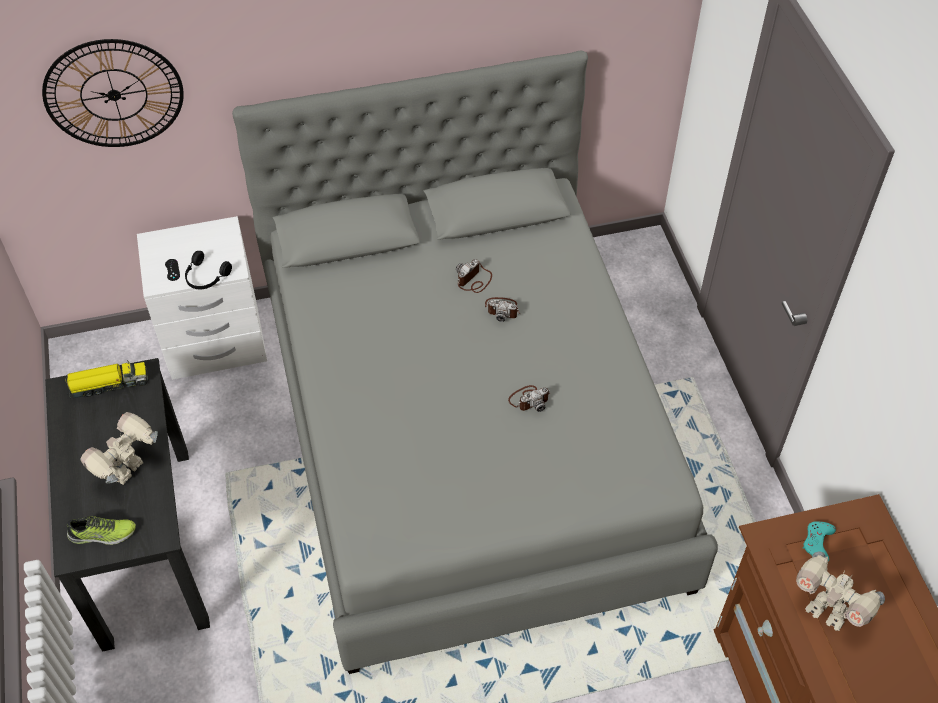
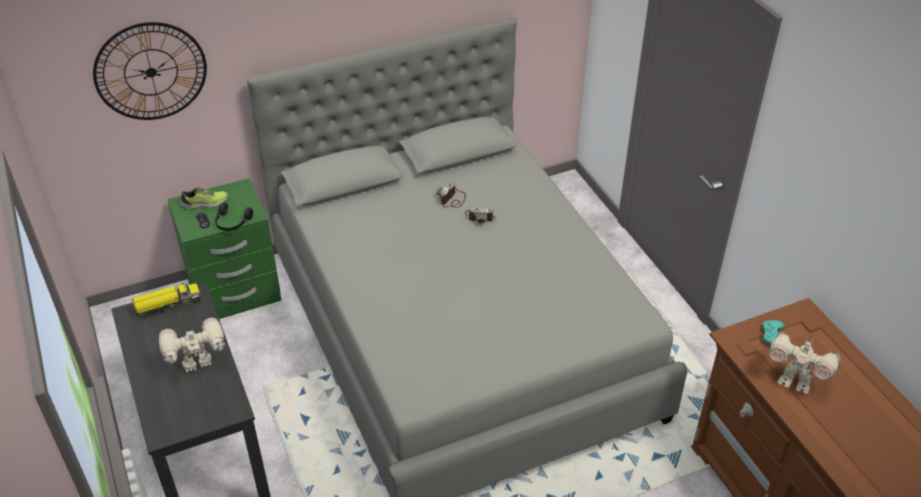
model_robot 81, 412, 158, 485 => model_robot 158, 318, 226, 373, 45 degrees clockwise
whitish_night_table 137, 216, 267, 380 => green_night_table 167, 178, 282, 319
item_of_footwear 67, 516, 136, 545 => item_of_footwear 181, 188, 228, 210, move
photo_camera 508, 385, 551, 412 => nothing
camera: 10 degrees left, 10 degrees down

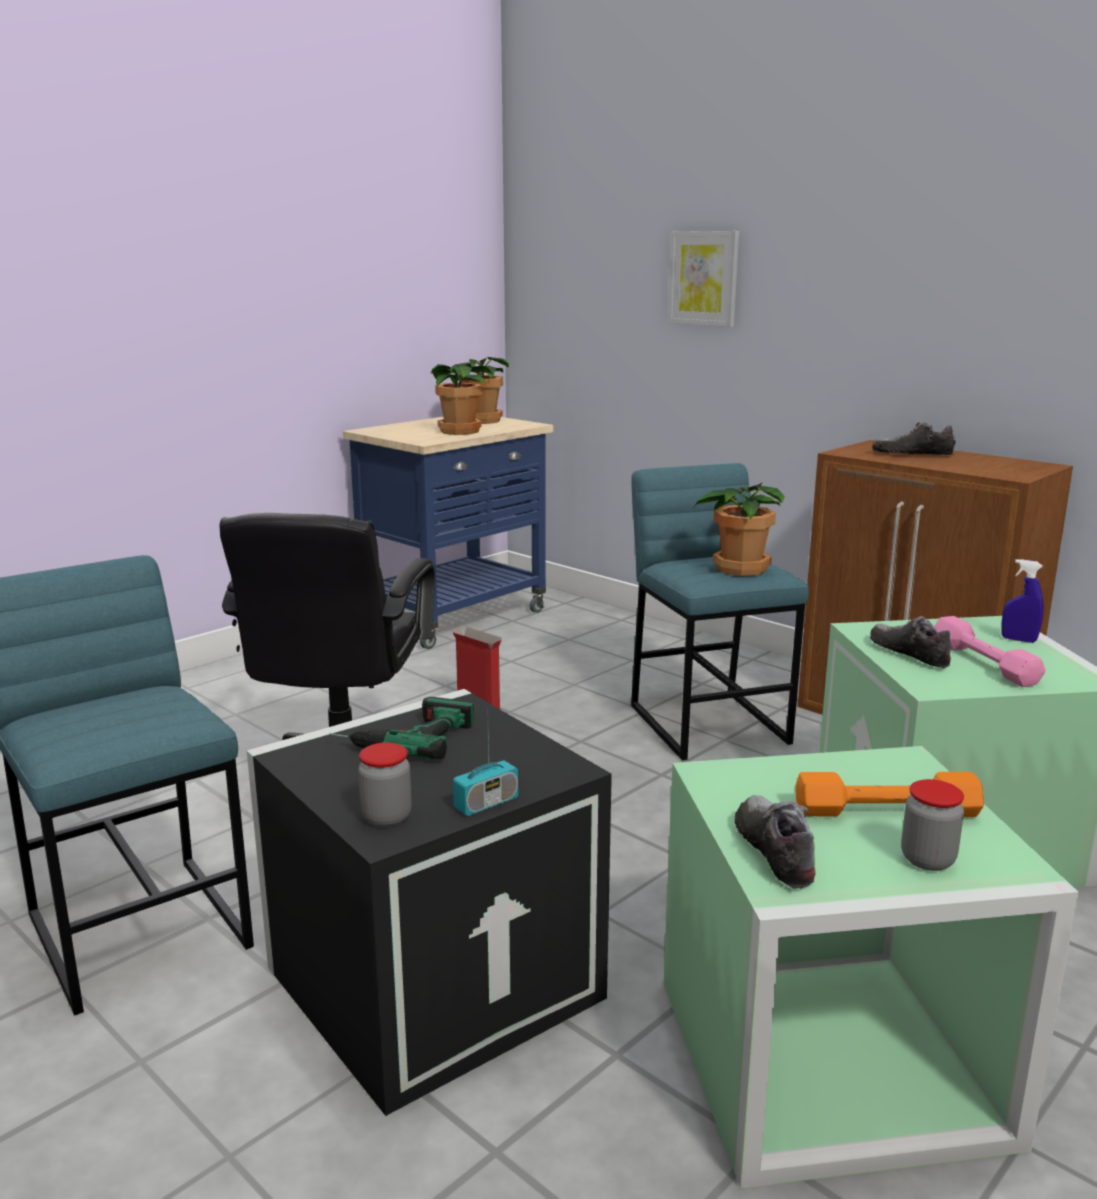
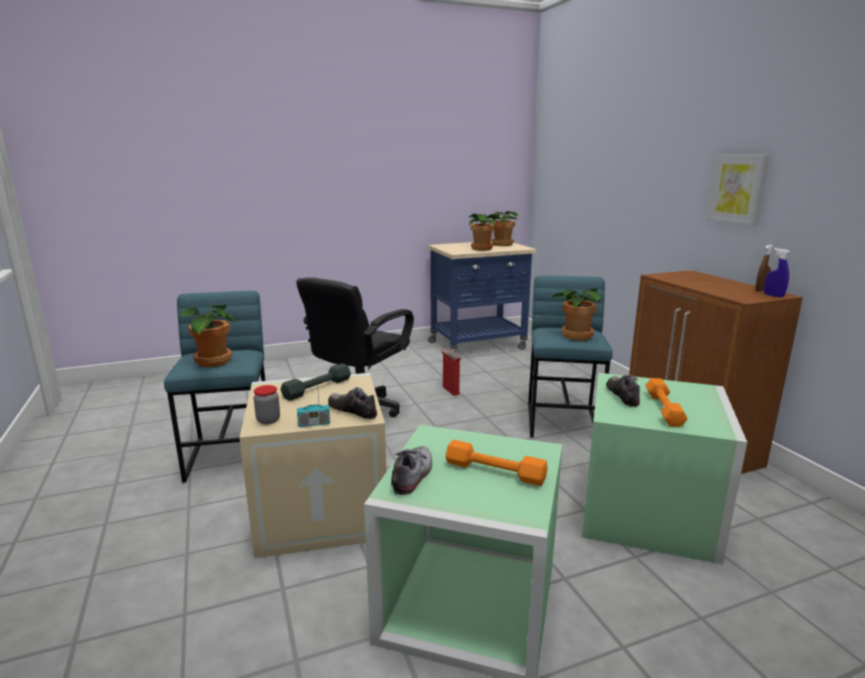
nothing => potted_plant 180, 304, 234, 367
black-coloured_storage_container 247, 689, 612, 1116 => sand-coloured_storage_container 239, 373, 386, 558
electric_drill 329, 697, 474, 759 => gray_hand_weight 280, 363, 351, 401
item_of_footwear 872, 421, 956, 455 => item_of_footwear 328, 387, 377, 419, move
pink_hand_weight 934, 616, 1046, 687 => orangey_hand_weight 645, 378, 688, 427
wall_art 668, 231, 739, 327 => wall_art 706, 154, 770, 226, move
nothing => brownish_spray_bottle 755, 244, 774, 292
bluish_spray_bottle 1001, 559, 1044, 643 => bluish_spray_bottle 764, 248, 790, 298, move
jar 901, 779, 964, 871 => nothing
camera: 25 degrees right, 0 degrees up

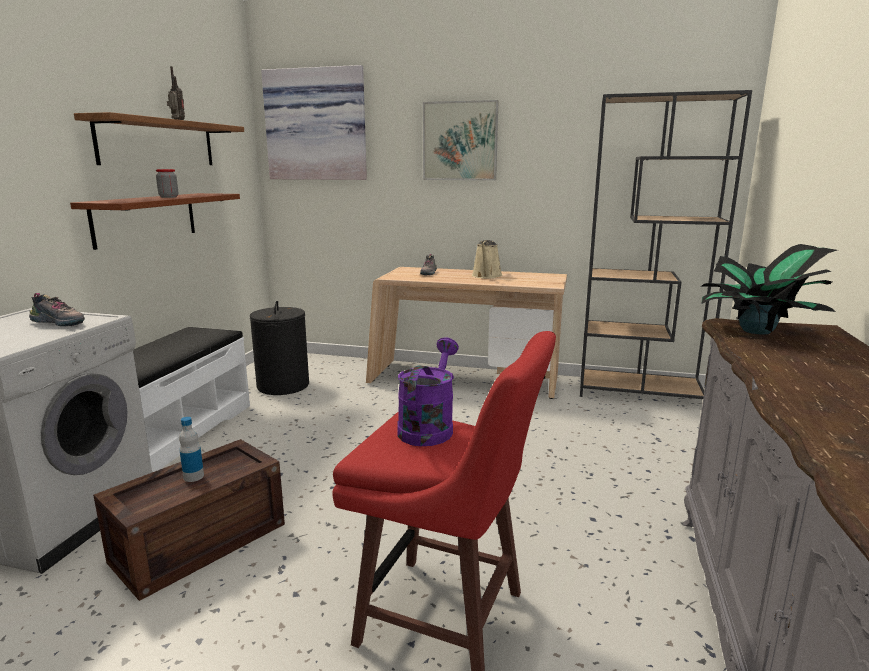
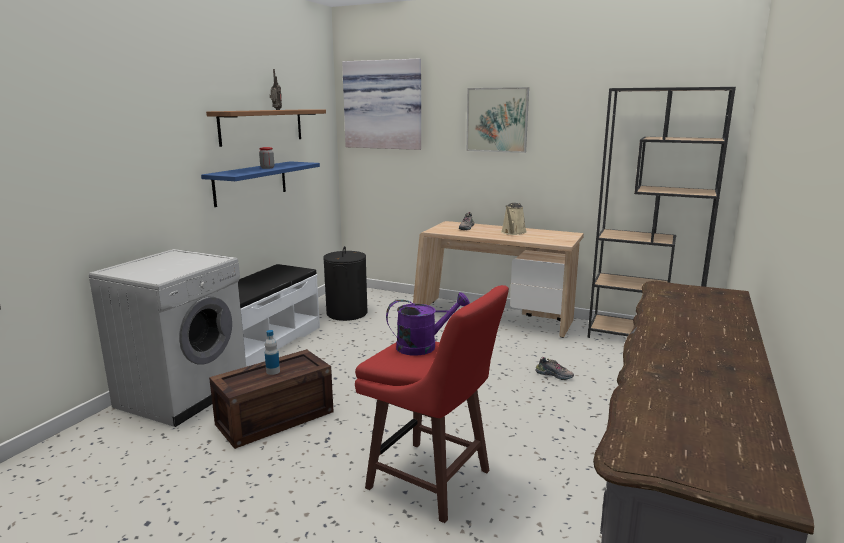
brownish_bracket_shelf 70, 193, 240, 250 => bluish_bracket_shelf 201, 161, 320, 207
purplish_sprinkling_can 397, 337, 459, 446 => purplish_sprinkling_can 386, 292, 470, 356, 45 degrees clockwise
item_of_footwear 29, 293, 85, 326 => item_of_footwear 535, 357, 574, 380, move
potted_plant 701, 244, 837, 335 => nothing
camera: 10 degrees right, 0 degrees up

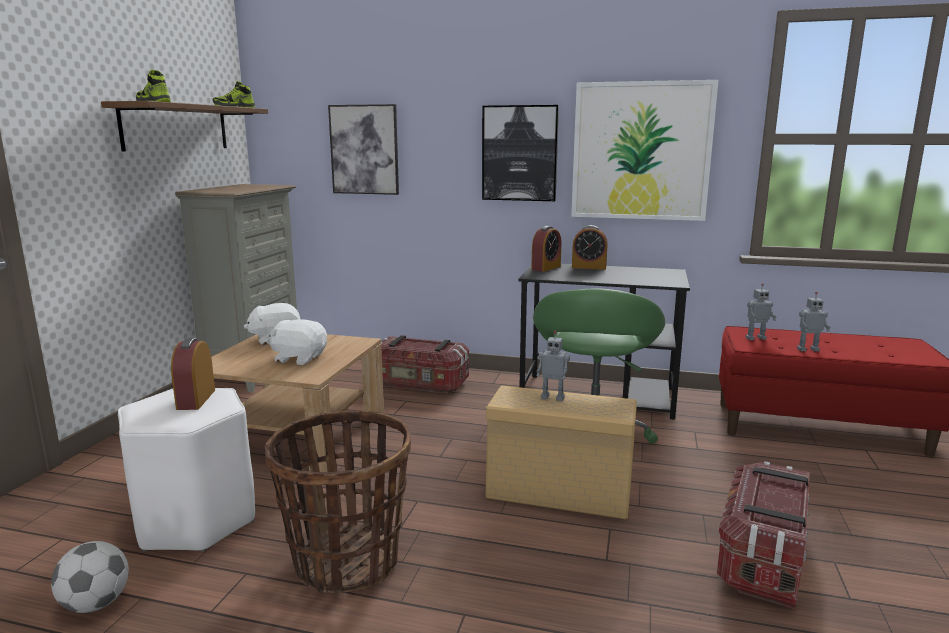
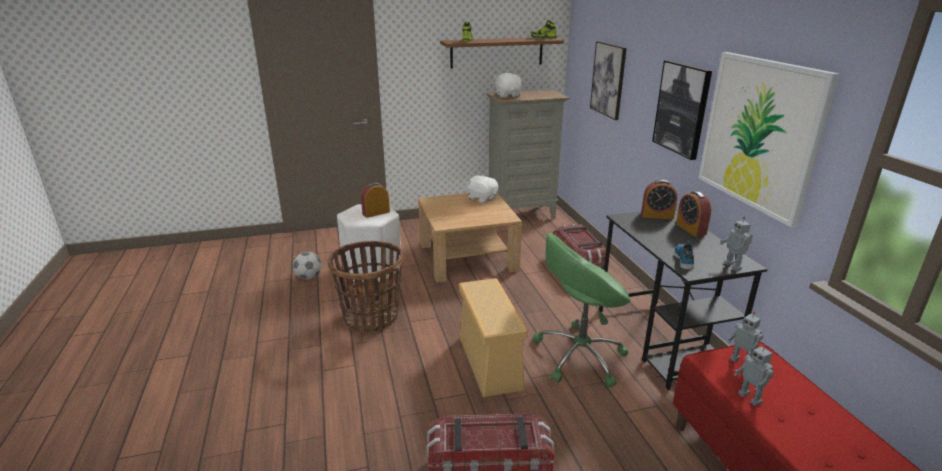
whitish_plush_toy 269, 319, 327, 365 => whitish_plush_toy 494, 73, 522, 98, move
nothing => item_of_footwear 674, 241, 694, 270
model_robot 537, 331, 570, 401 => model_robot 720, 217, 753, 271, move
camera: 60 degrees right, 10 degrees up

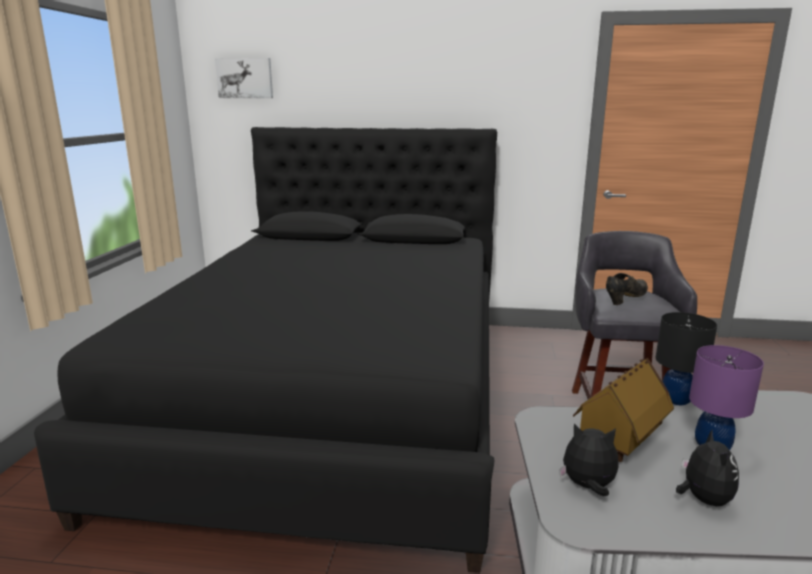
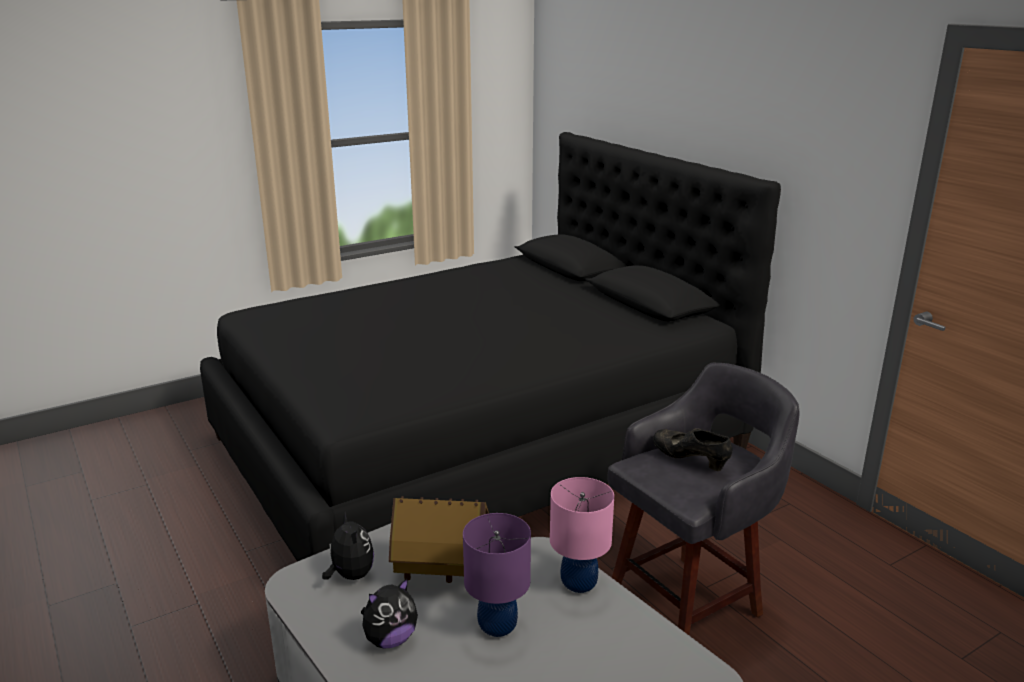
black-coloured_table_lamp 656, 312, 717, 405 => pink_table_lamp 550, 477, 614, 593
black-coloured_item_of_footwear 606, 273, 648, 305 => black-coloured_item_of_footwear 653, 428, 732, 471, 150 degrees counterclockwise
wall_art 215, 58, 273, 98 => nothing
camera: 50 degrees right, 5 degrees up

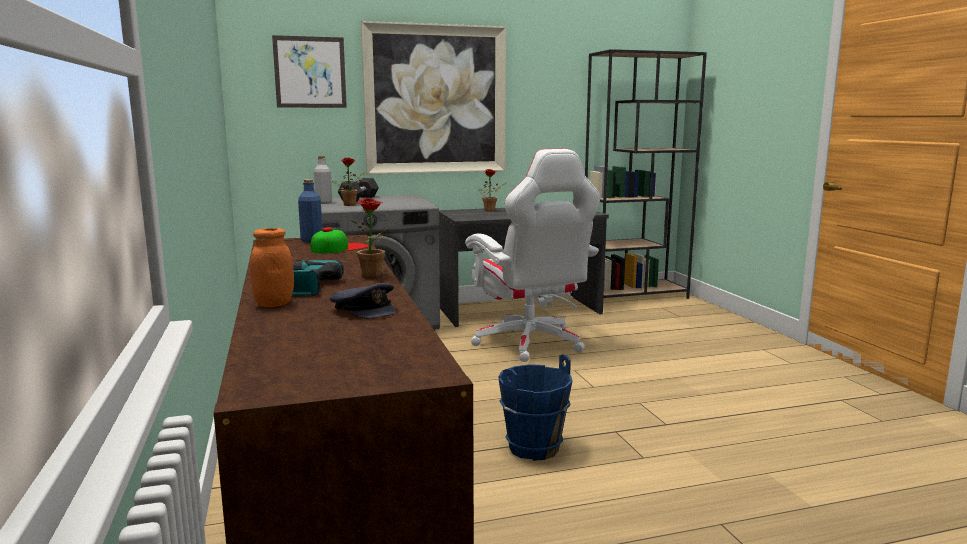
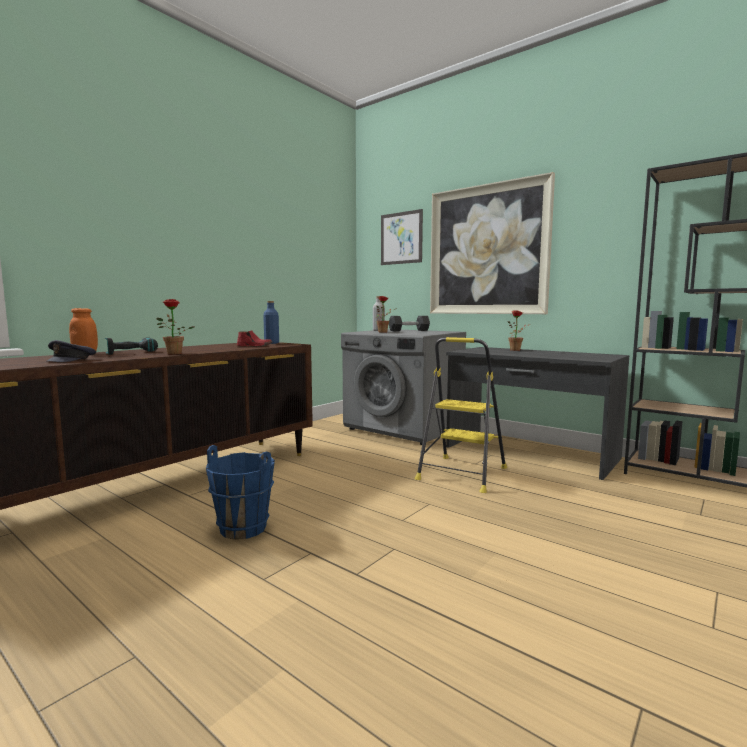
peaked_cap 311, 227, 368, 253 => red_item_of_footwear 237, 330, 272, 347
whitish_office_chair 465, 148, 600, 362 => yellow_step_stool 415, 337, 507, 493
camera: 55 degrees right, 5 degrees down

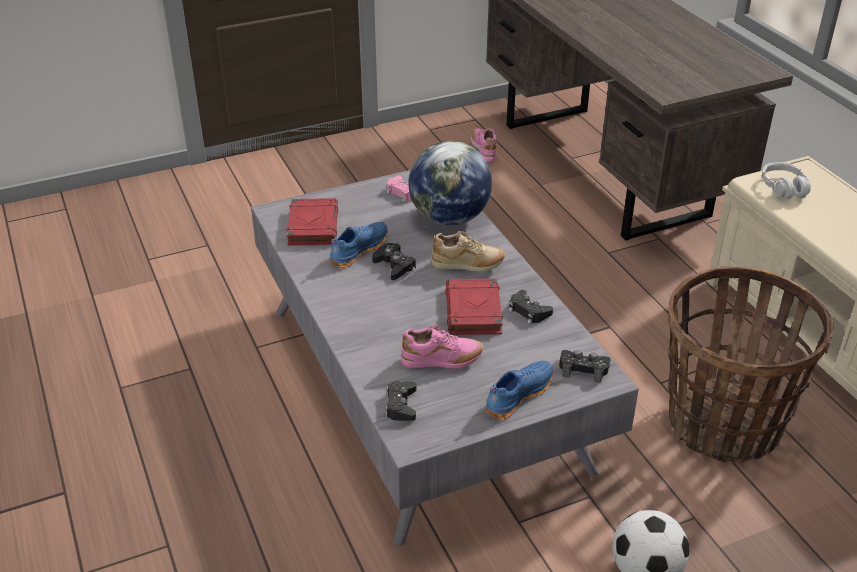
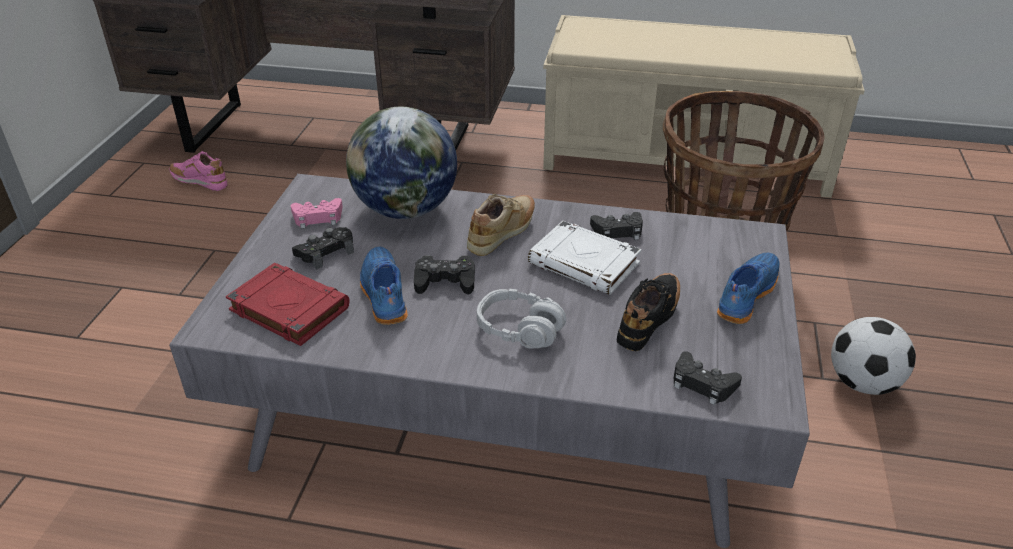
black-coloured_gamepad 559, 350, 611, 383 => black-coloured_gamepad 292, 227, 354, 270, move
gray_headphones 762, 162, 811, 200 => gray_headphones 477, 289, 566, 348, move
red_book 445, 279, 503, 335 => whitish_book 528, 221, 642, 295
pink_item_of_footwear 401, 325, 484, 368 => black-coloured_item_of_footwear 617, 273, 680, 351
bluish_item_of_footwear 485, 361, 553, 419 => bluish_item_of_footwear 717, 252, 780, 324, 45 degrees clockwise
camera: 55 degrees left, 0 degrees up

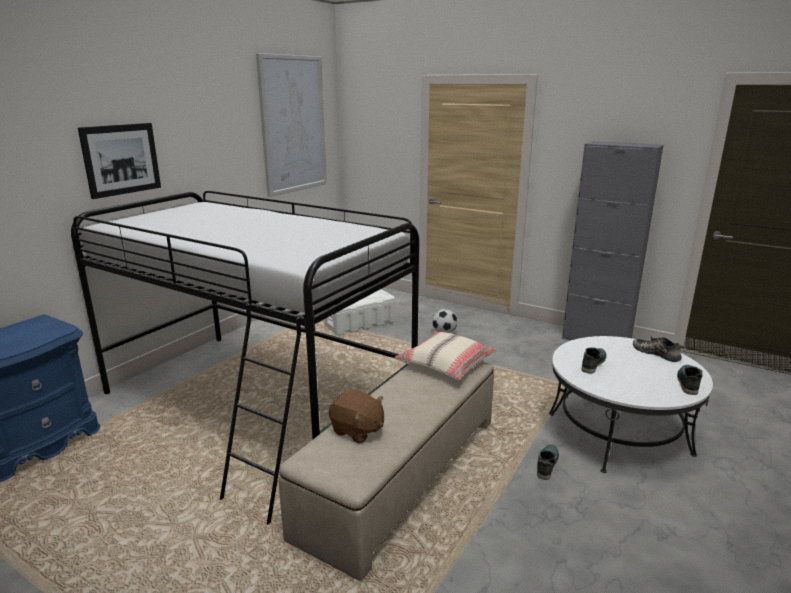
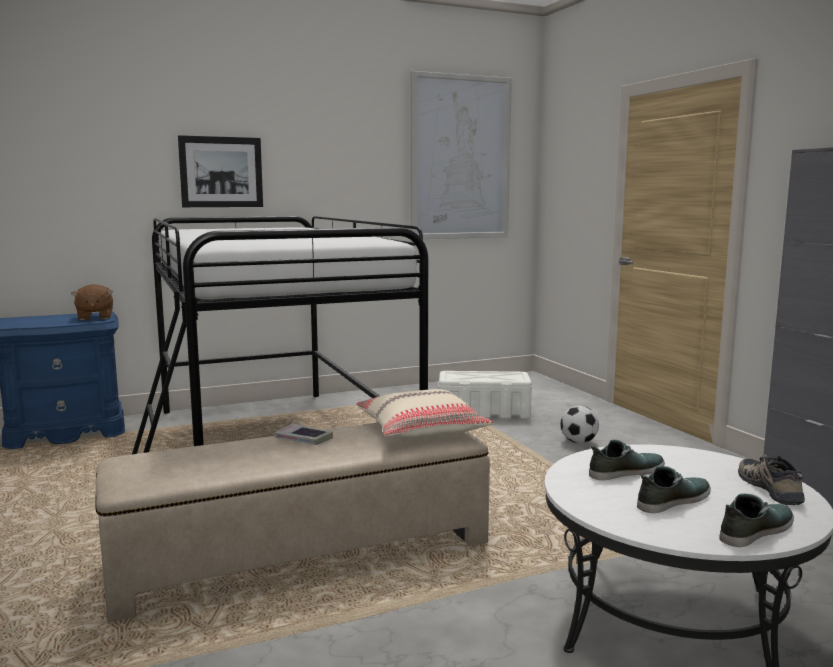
brownish_plush_toy 329, 390, 384, 444 => brownish_plush_toy 71, 284, 113, 320, move
nothing => book 275, 423, 333, 445
item_of_footwear 537, 445, 559, 480 => item_of_footwear 637, 466, 711, 513, move
camera: 35 degrees right, 10 degrees down

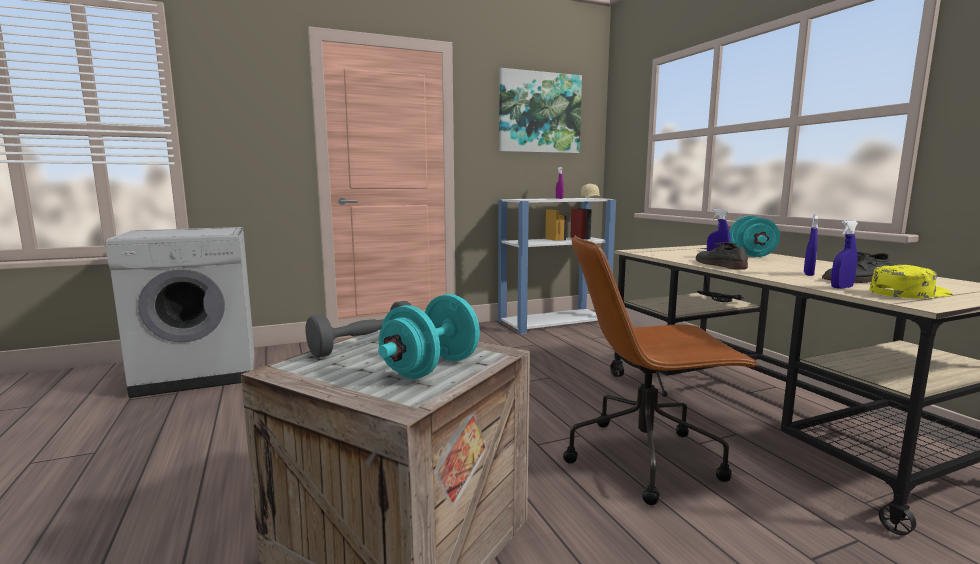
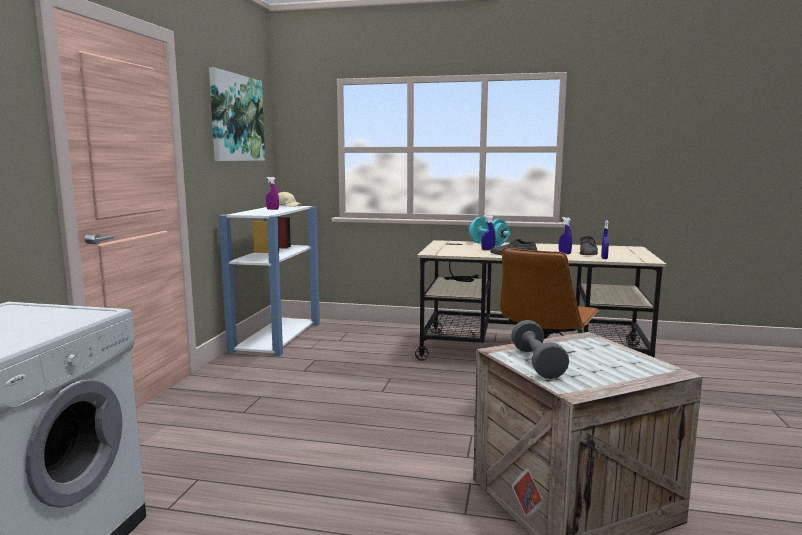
turquoise_hand_weight 378, 294, 480, 379 => nothing
yellow_peaked_cap 870, 265, 952, 298 => nothing
camera: 55 degrees left, 0 degrees up

